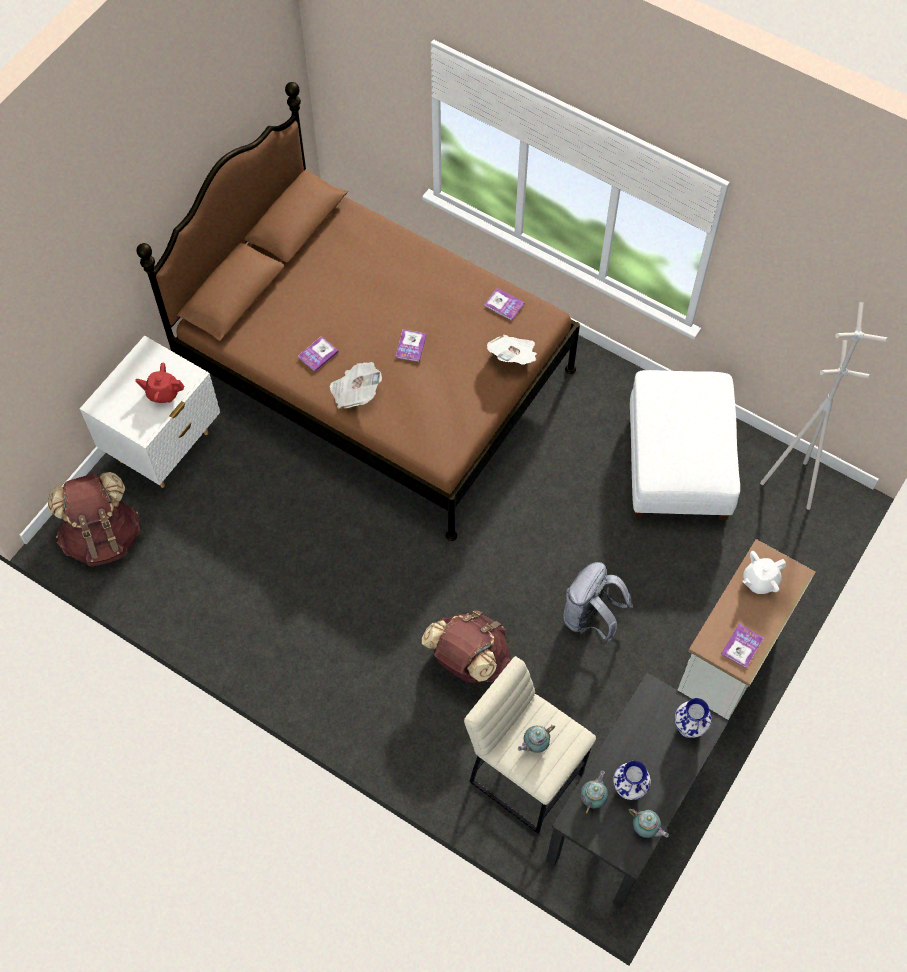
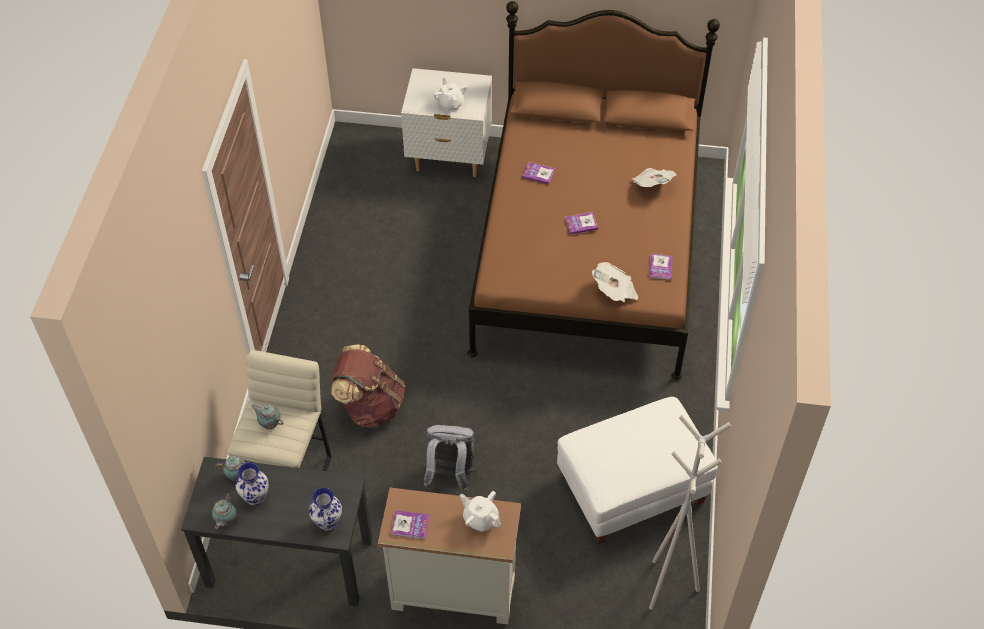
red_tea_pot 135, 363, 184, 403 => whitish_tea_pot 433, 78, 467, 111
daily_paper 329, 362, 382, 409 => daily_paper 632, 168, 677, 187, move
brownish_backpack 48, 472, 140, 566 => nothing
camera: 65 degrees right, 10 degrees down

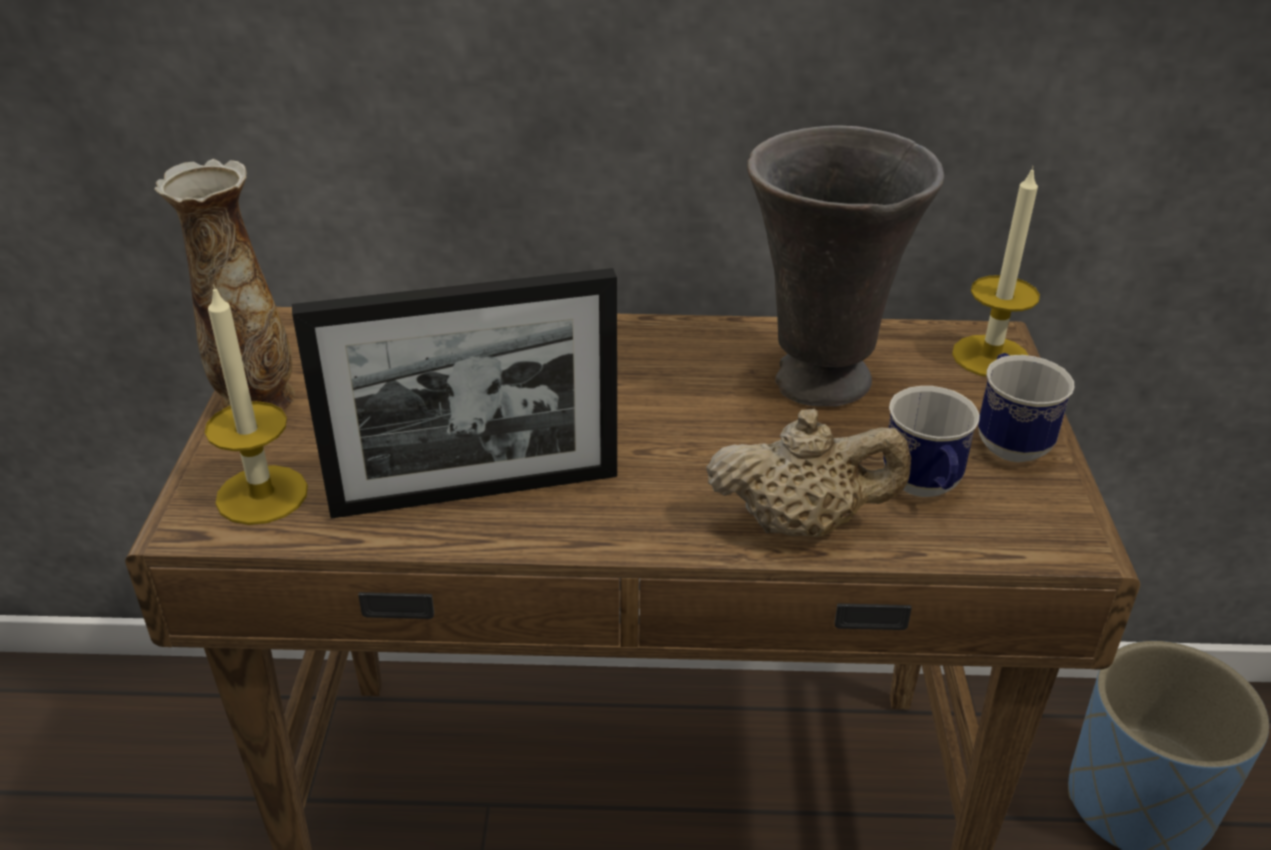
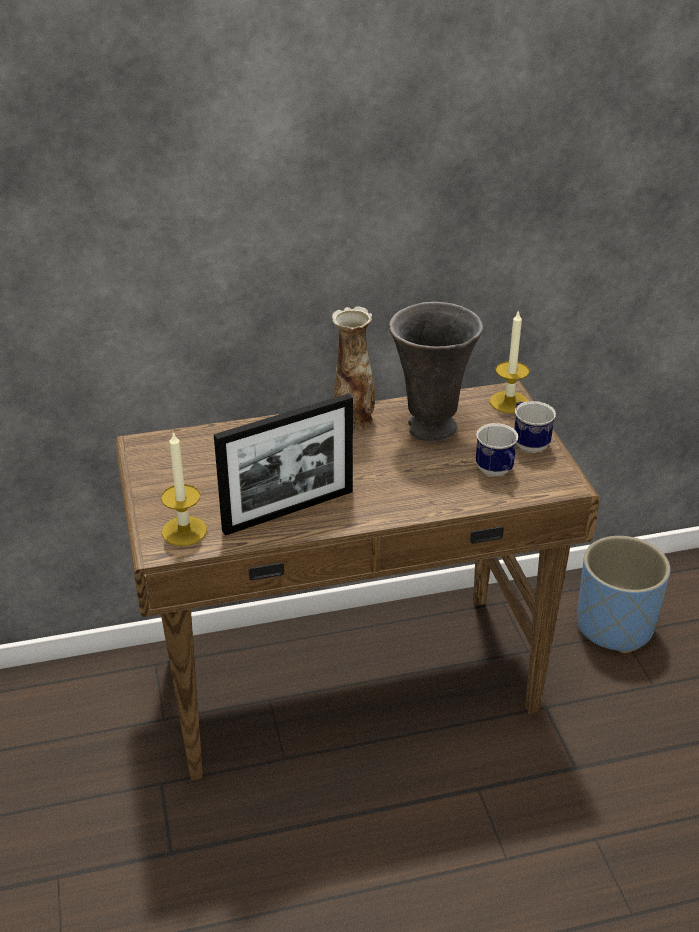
vase 154, 159, 295, 410 => vase 332, 307, 375, 430, move
sand-coloured_tea_pot 706, 409, 911, 538 => nothing
camera: 15 degrees left, 0 degrees up

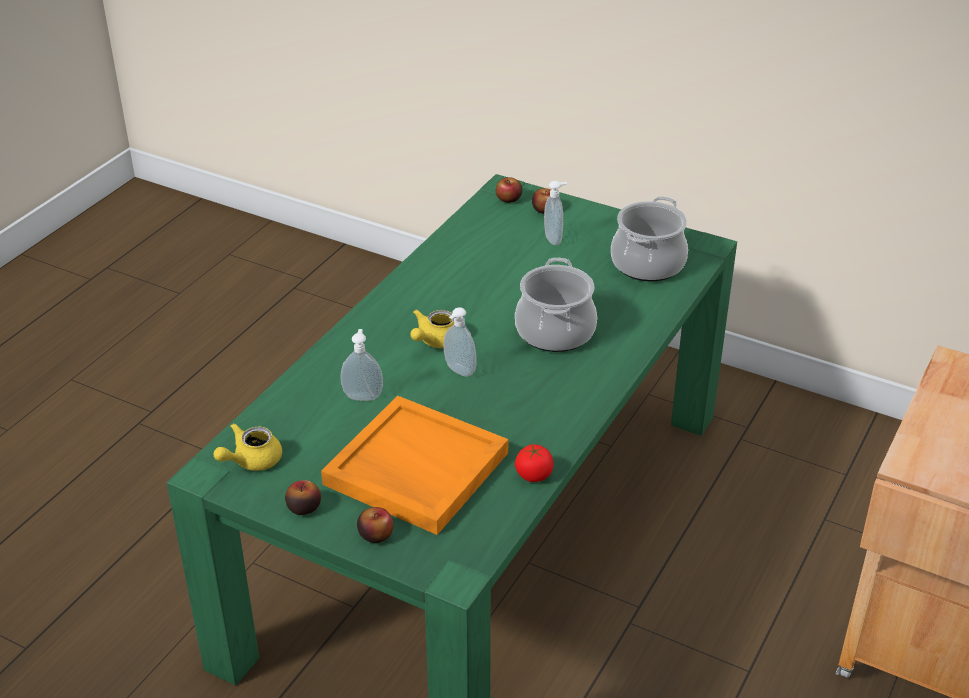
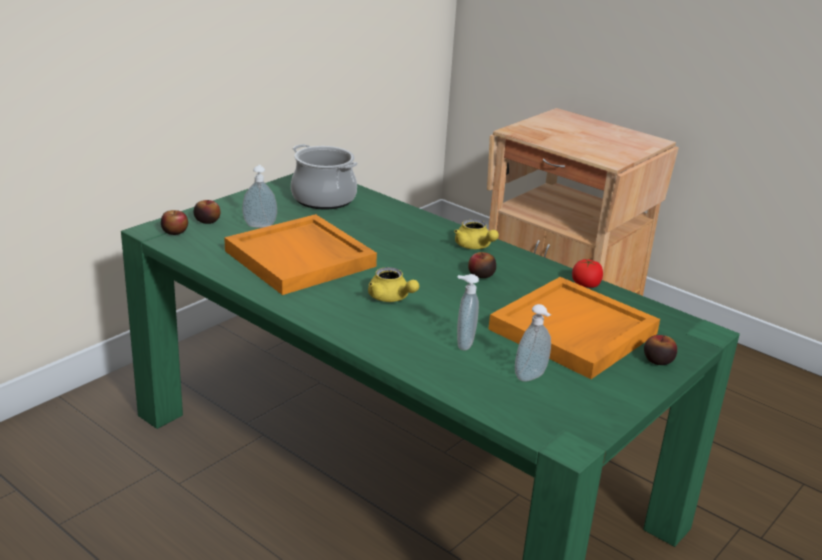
nothing => orangey_serving_tray 224, 214, 377, 295
yellow_tea_pot 213, 423, 282, 471 => yellow_tea_pot 454, 219, 499, 249, move
apple 285, 480, 321, 515 => apple 468, 252, 496, 278, move
liquid_soap_bottle 444, 307, 477, 377 => liquid_soap_bottle 515, 304, 551, 382, move
cooking_pot 515, 258, 597, 352 => nothing
camera: 80 degrees left, 10 degrees down

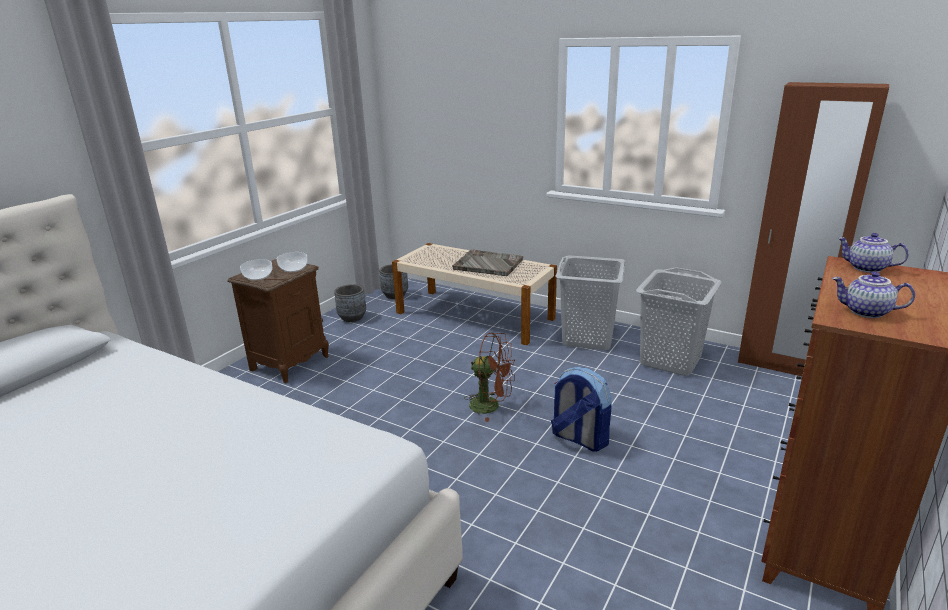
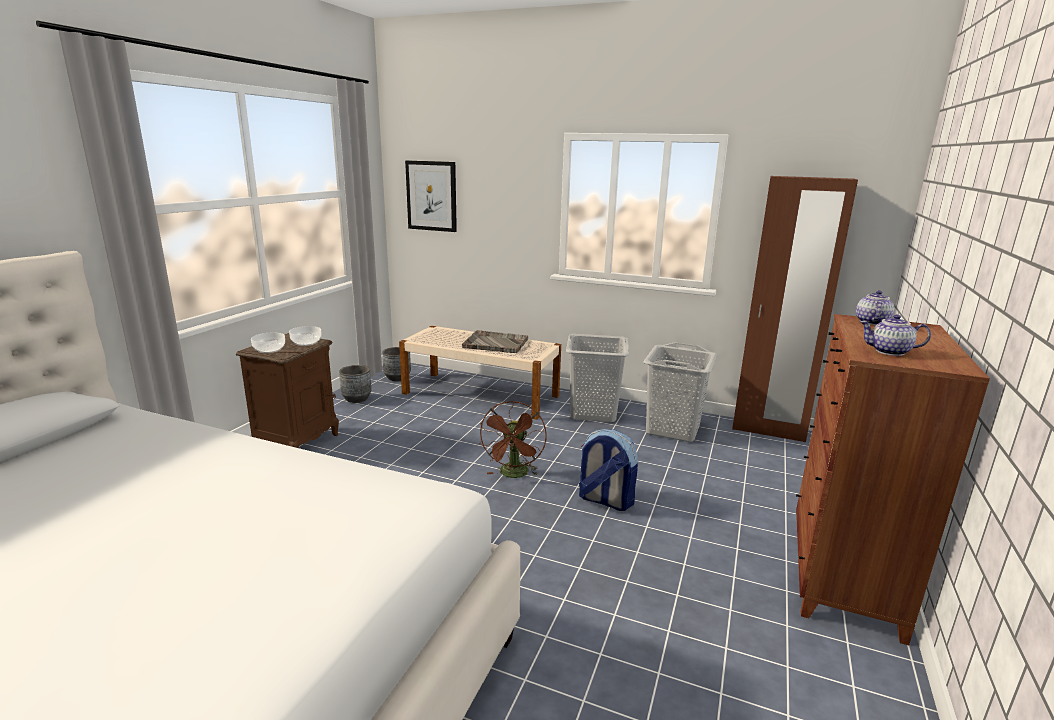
nothing => wall_art 405, 160, 457, 232
brownish_cooling_fan 464, 333, 515, 422 => brownish_cooling_fan 479, 401, 547, 478, 90 degrees clockwise
tea_pot 838, 233, 909, 273 => tea_pot 856, 291, 894, 325, 90 degrees clockwise
camera: 10 degrees left, 5 degrees down

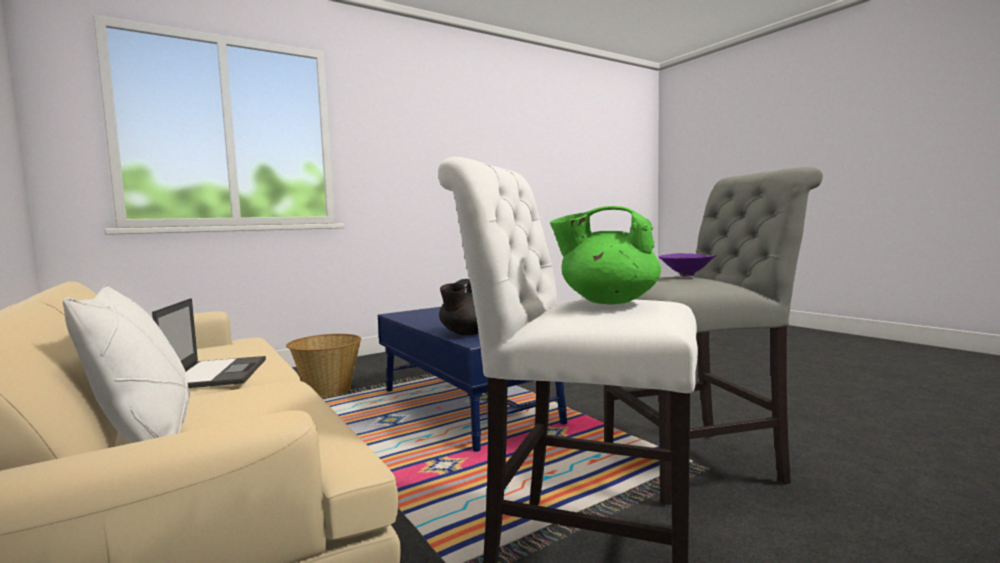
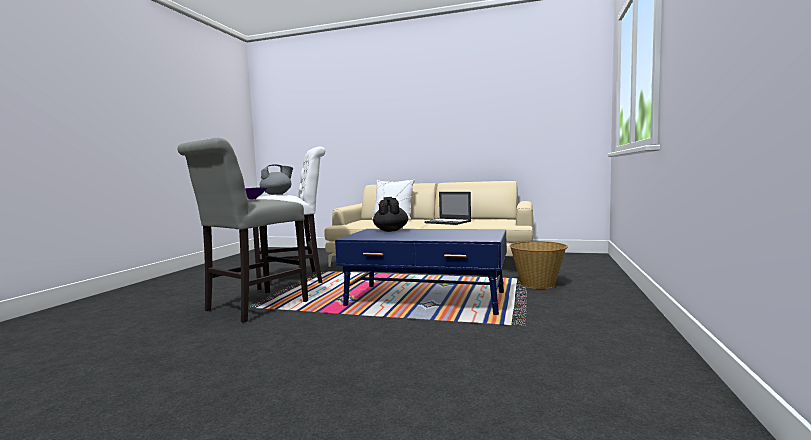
green_tea_pot 550, 206, 661, 304 => gray_tea_pot 260, 164, 293, 195
camera: 140 degrees right, 0 degrees up

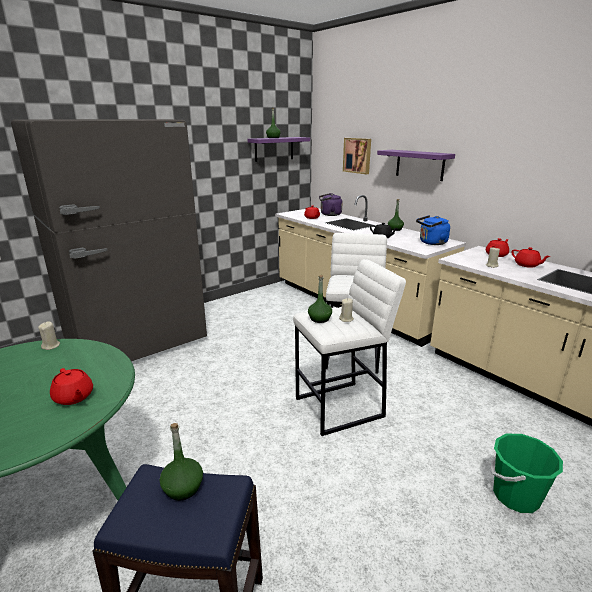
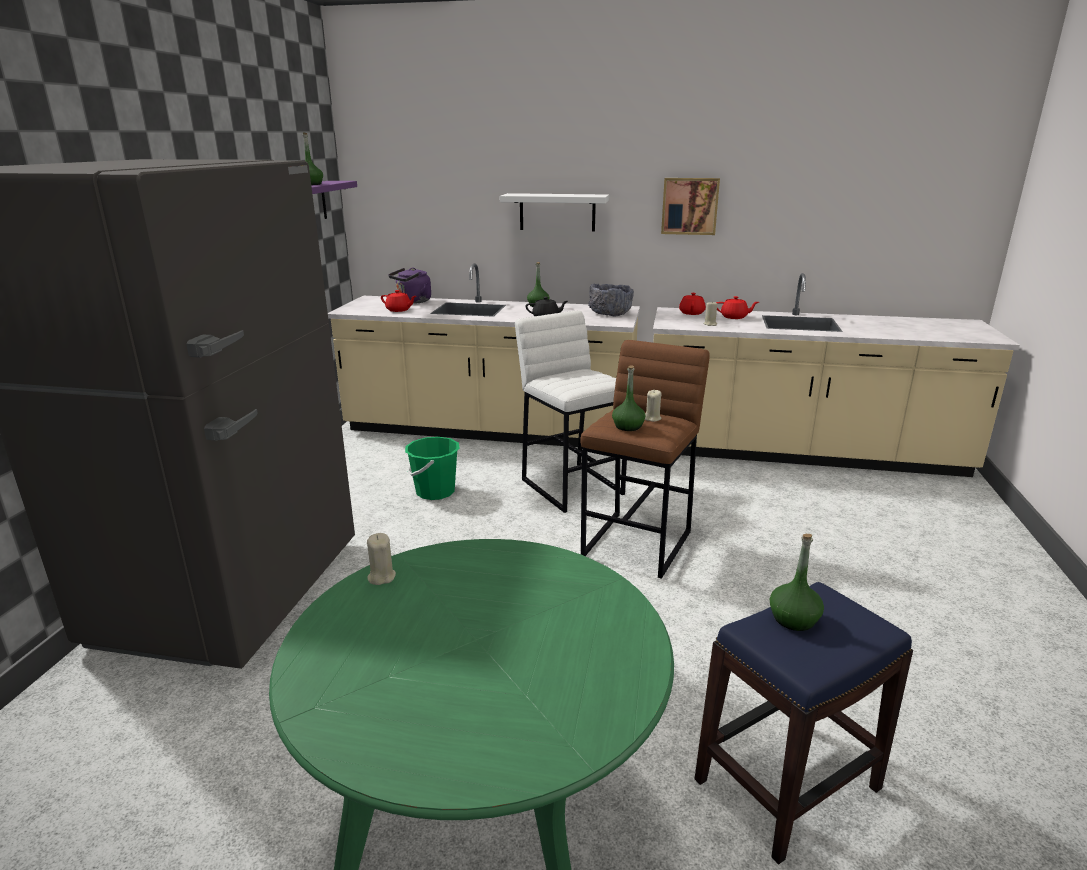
green_bucket 490, 434, 563, 513 => green_bucket 405, 437, 460, 500, move
purplish_bracket_shelf 377, 150, 455, 181 => whitish_bracket_shelf 500, 193, 609, 232
whitish_sitting_stool 293, 259, 406, 436 => brownish_sitting_stool 580, 340, 710, 579
bluish_water_kettle 416, 215, 450, 245 => gray_serving_bowl 588, 284, 634, 317
wall_art 343, 138, 371, 174 => wall_art 661, 178, 720, 235, move
red_tea_pot 50, 368, 93, 405 => nothing
camera: 40 degrees left, 0 degrees up

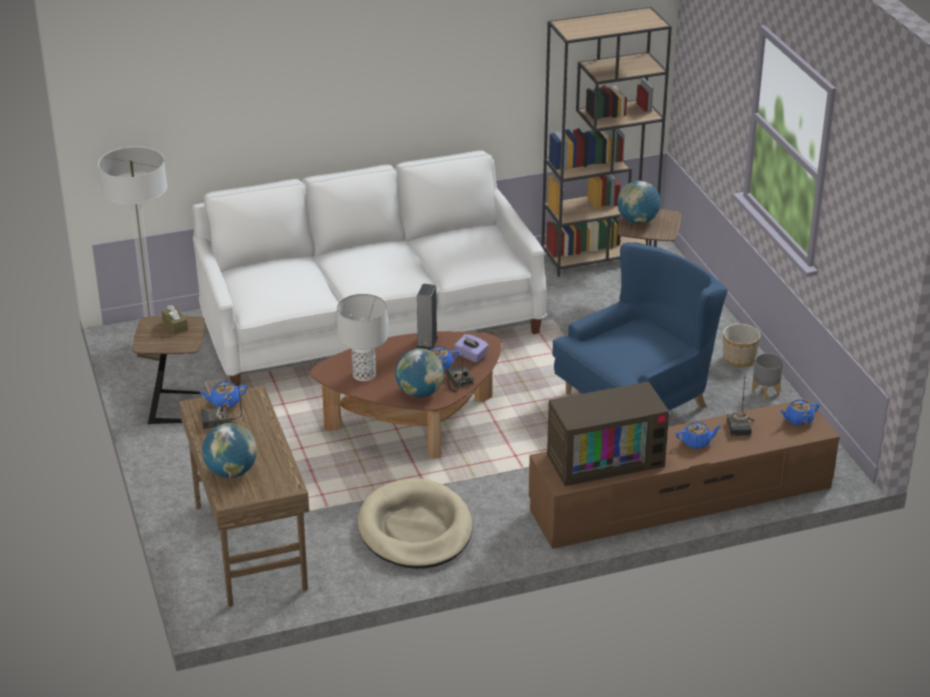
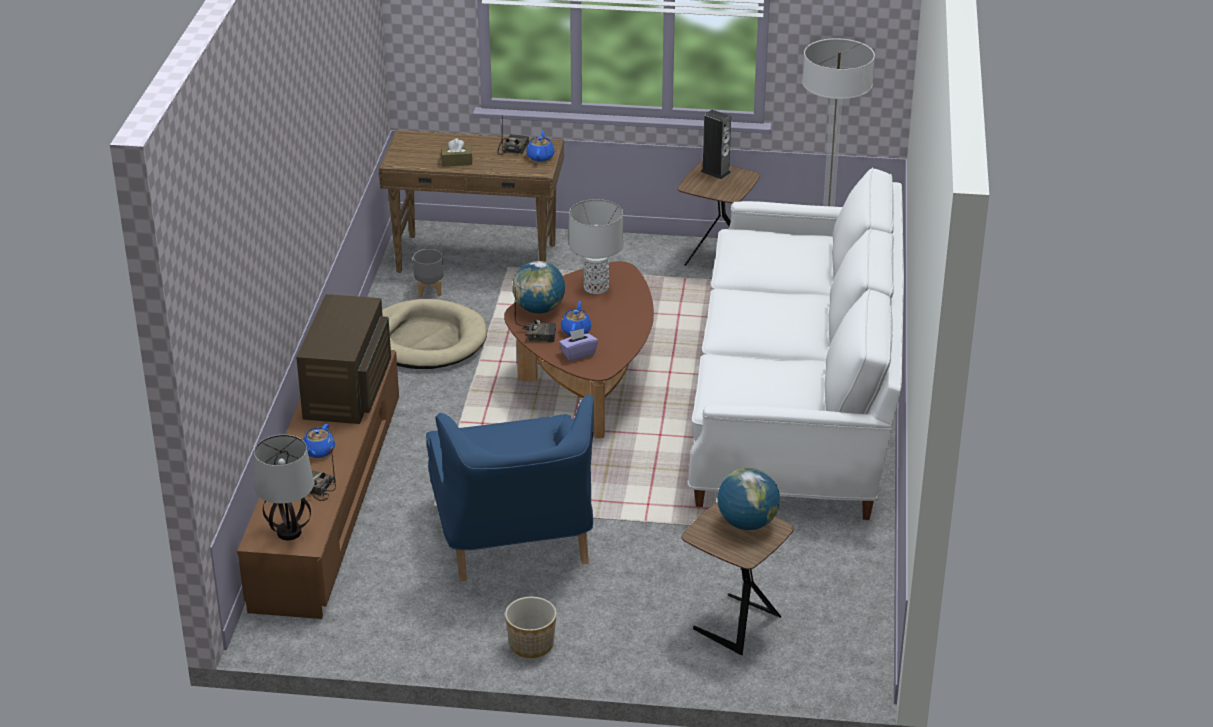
bluish_tea_pot 780, 400, 819, 426 => table_lamp 254, 435, 314, 540
gray_flower_pot 752, 353, 783, 400 => gray_flower_pot 413, 249, 444, 297, move
brownish_box_of_tissues 162, 305, 188, 334 => brownish_box_of_tissues 441, 138, 472, 166, move
loudspeaker 417, 284, 438, 350 => loudspeaker 701, 110, 731, 179, move
desk_globe 202, 423, 257, 478 => nothing
shelving_unit 541, 7, 672, 277 => nothing
camera: 115 degrees right, 0 degrees up

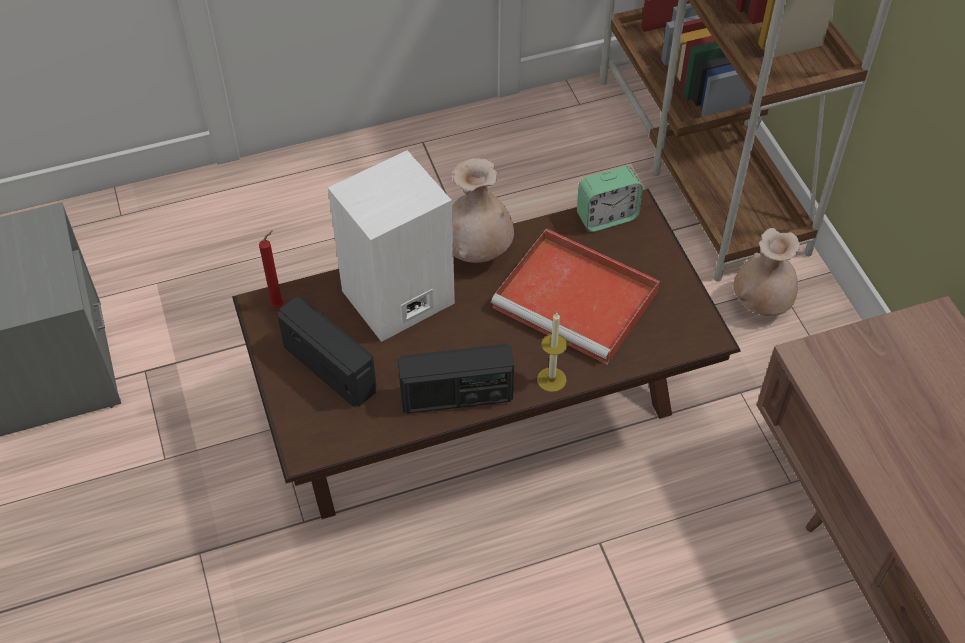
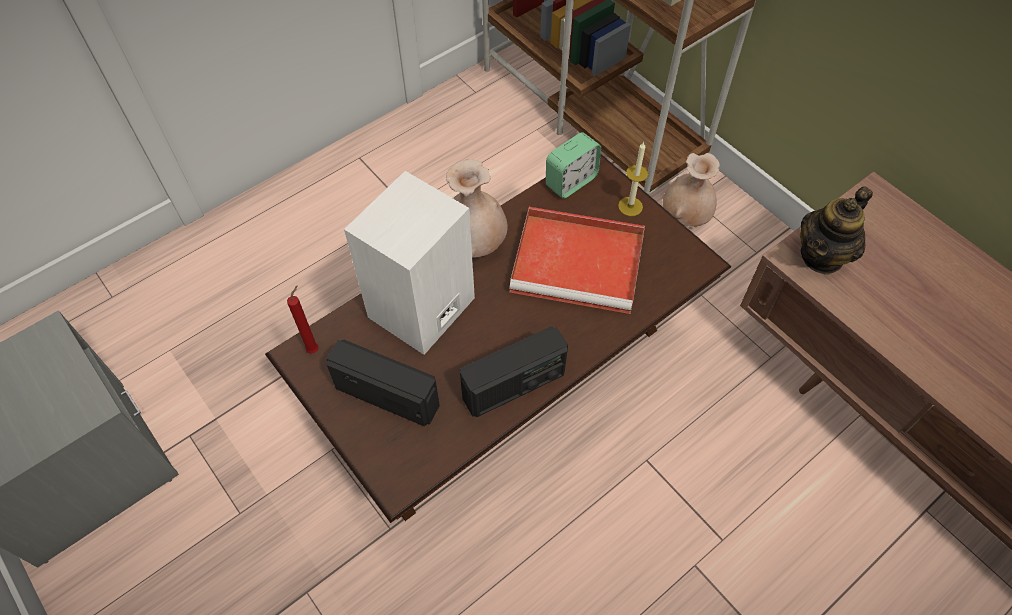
wax_light 537, 313, 568, 392 => wax_light 618, 141, 648, 216, move
nothing => tea_pot 800, 186, 873, 275
camera: 20 degrees left, 5 degrees up

